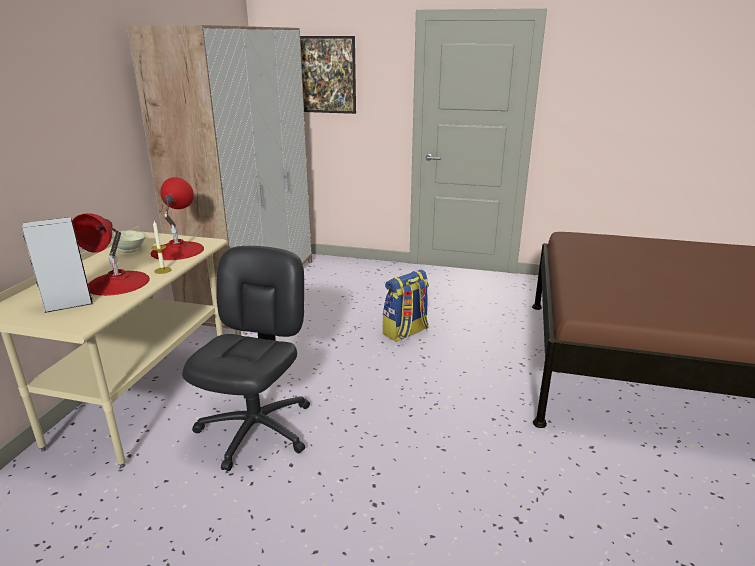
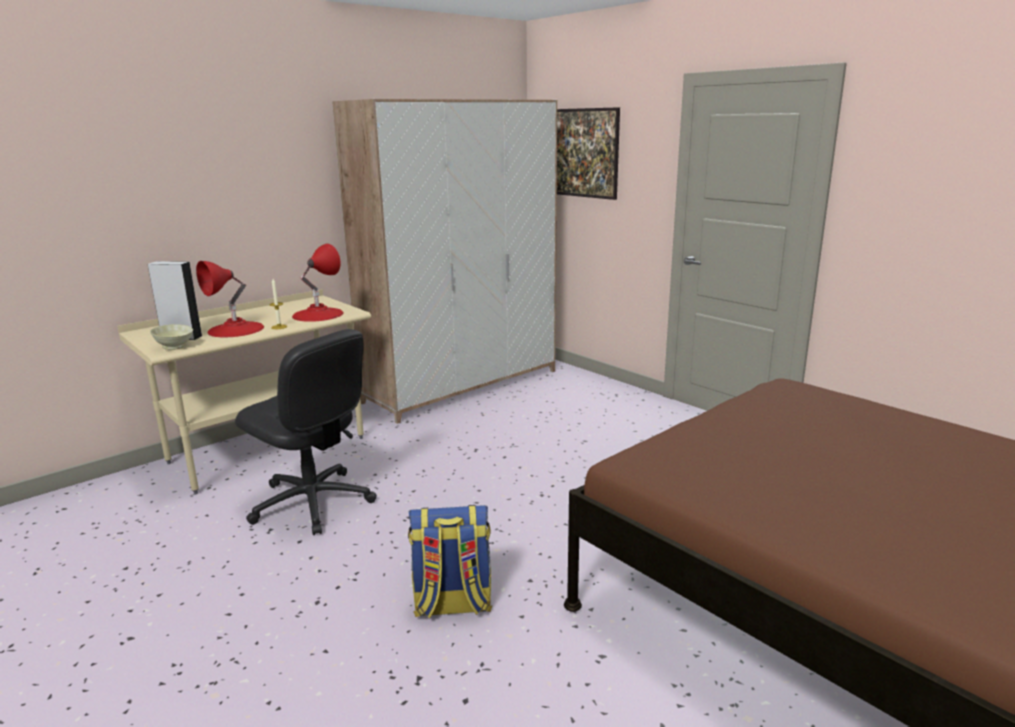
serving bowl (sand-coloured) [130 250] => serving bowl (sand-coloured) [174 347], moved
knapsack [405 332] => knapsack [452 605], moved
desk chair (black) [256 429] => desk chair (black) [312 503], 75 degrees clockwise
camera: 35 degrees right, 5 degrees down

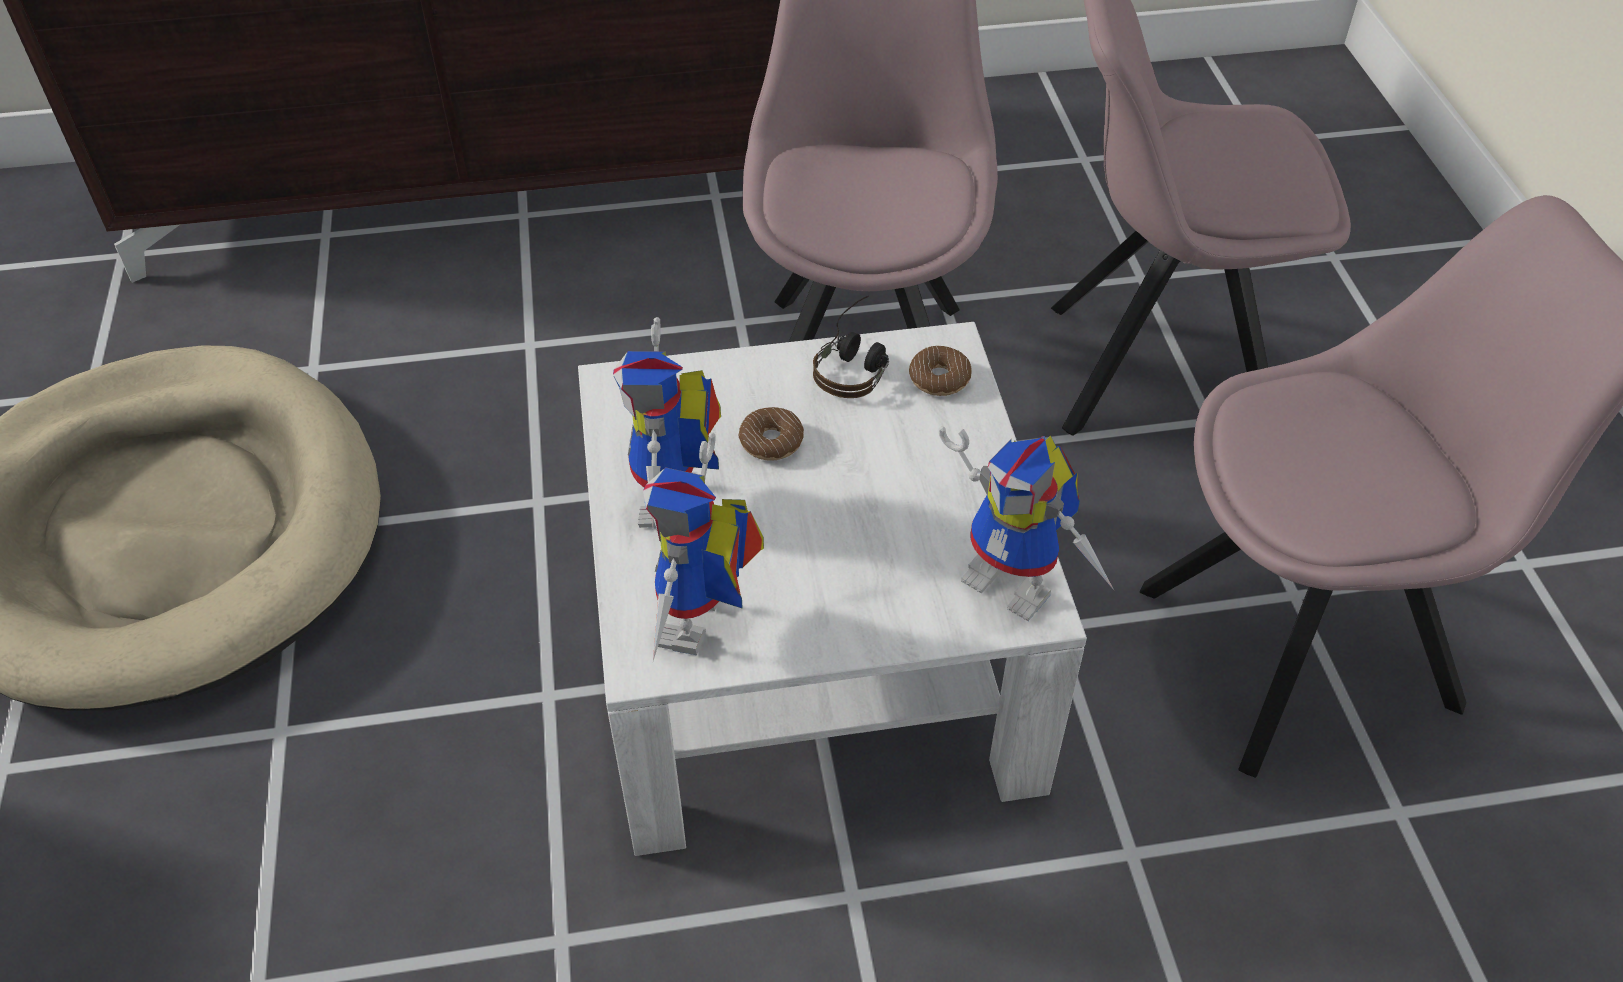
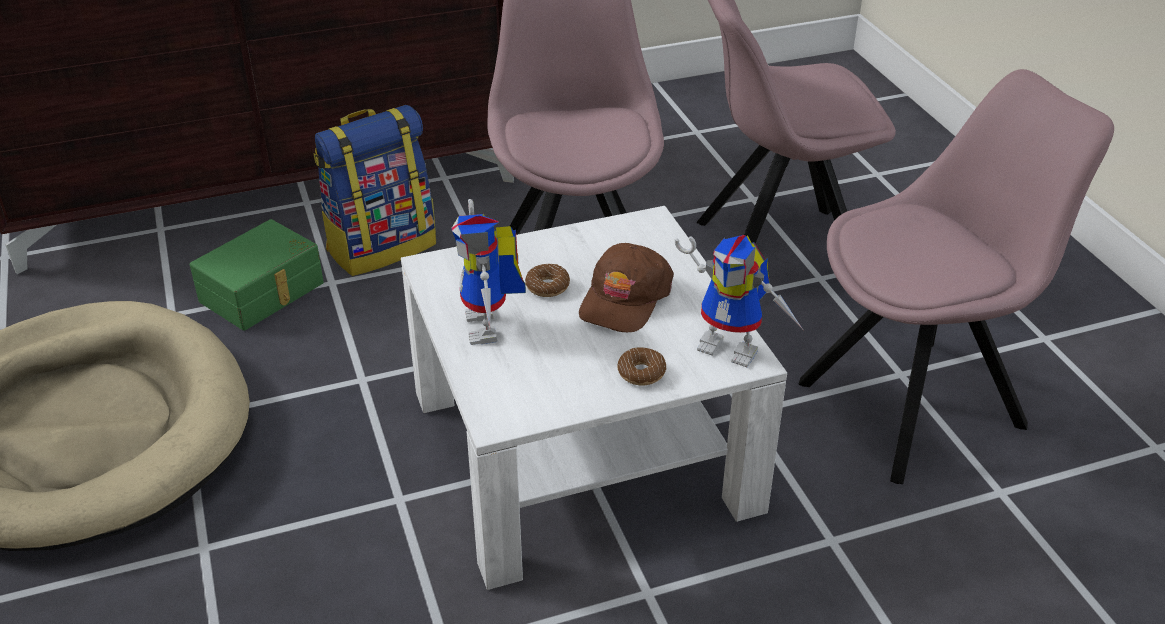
toy robot [703 628] => nothing
headphones [856 362] => nothing
nothing => storage box (green) [263 293]
nothing => knapsack [382 246]
nothing => cap (brownish) [624 299]
ring doughnut [939 378] => ring doughnut [641 372], moved
camera: 10 degrees left, 10 degrees down

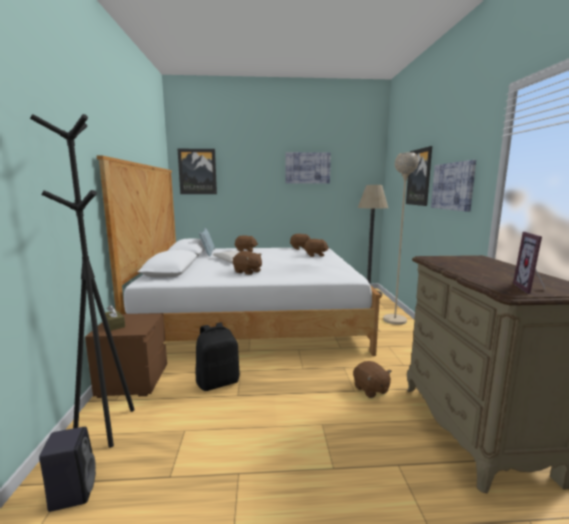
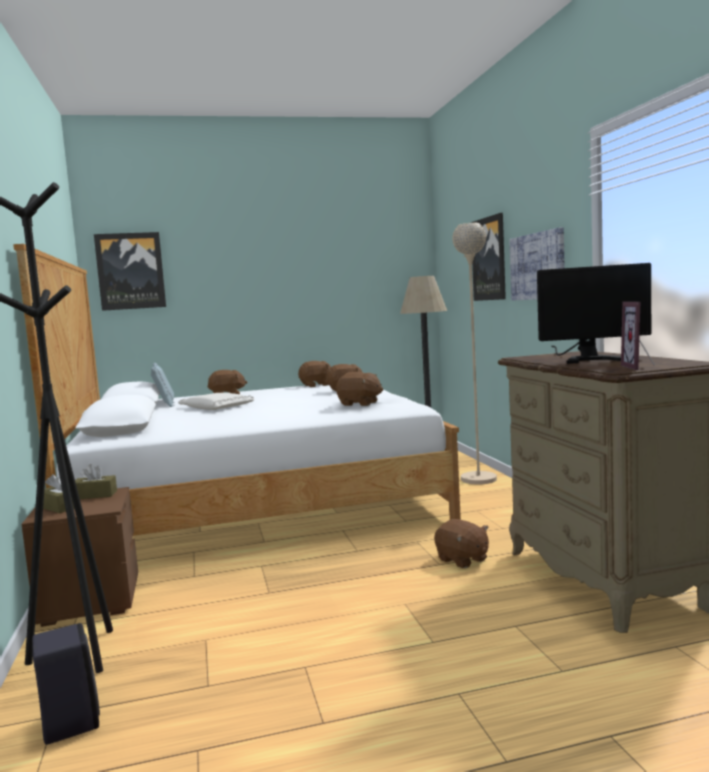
knapsack (black) [218 382] => nothing
wall art [307 168] => nothing
nothing => box of tissues (brownish) [95 495]
nothing => monitor [587 358]
soft toy (brownish) [247 272] => soft toy (brownish) [359 404], moved
camera: 10 degrees left, 5 degrees down

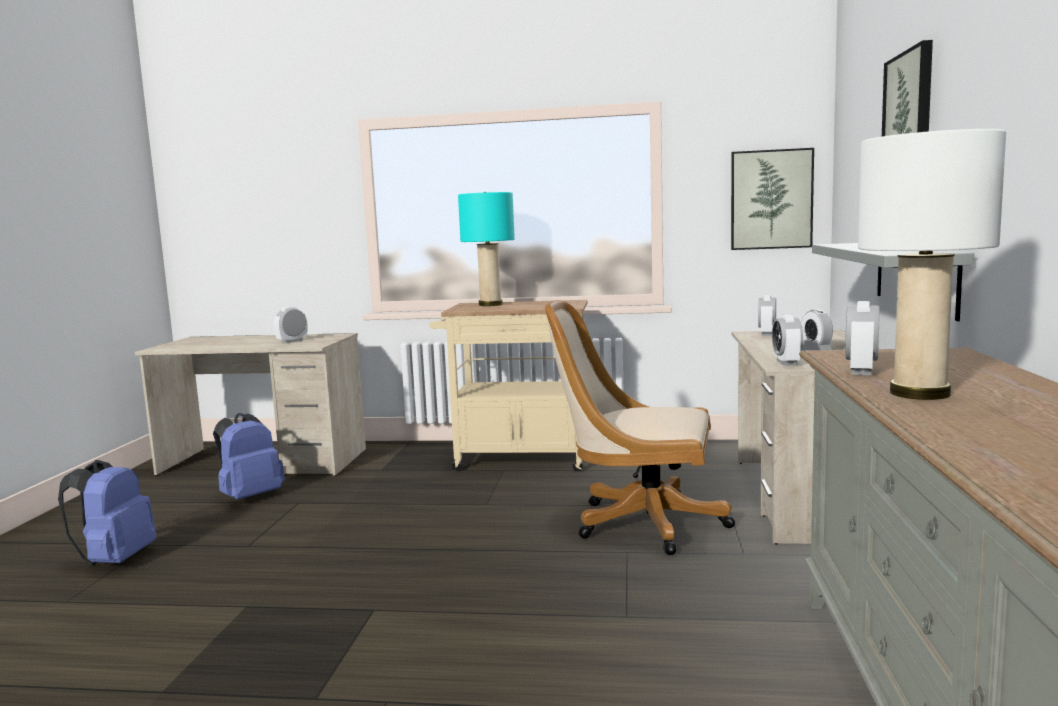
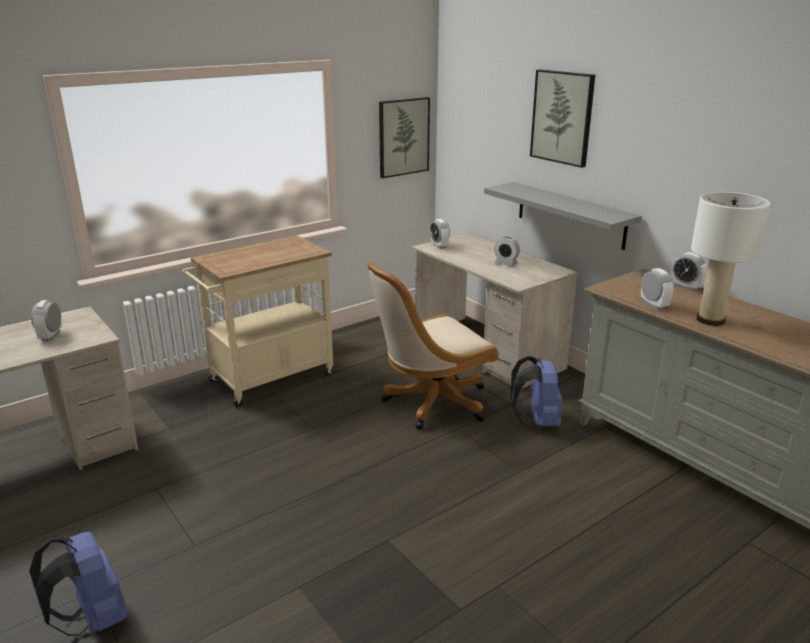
lamp for a table (turquoise-coloured) [490 304] => nothing
knapsack (bluish) [250 497] => knapsack (bluish) [536 421], moved
bedside clock [786 362] => bedside clock [686 287], moved
camera: 45 degrees left, 15 degrees up

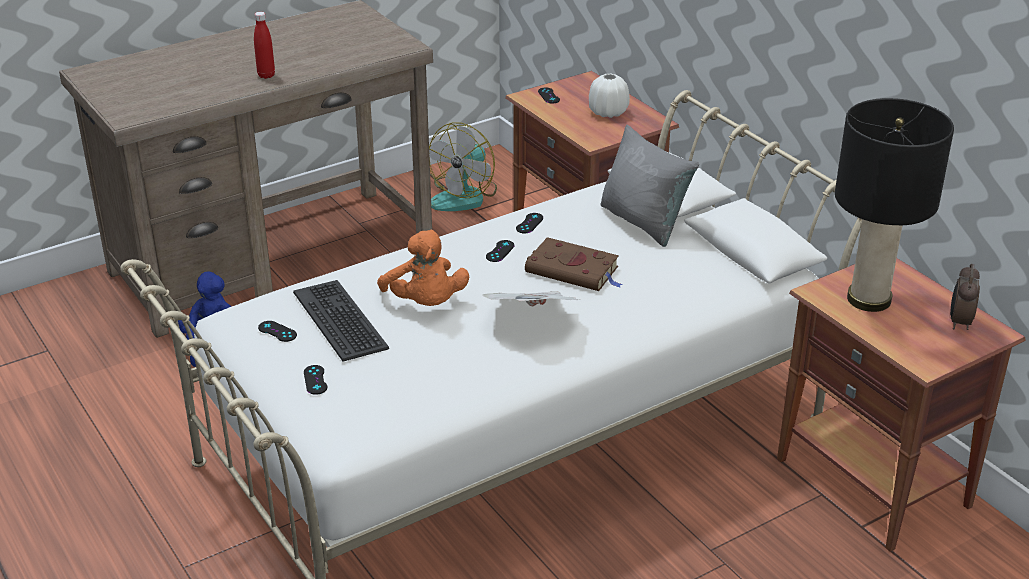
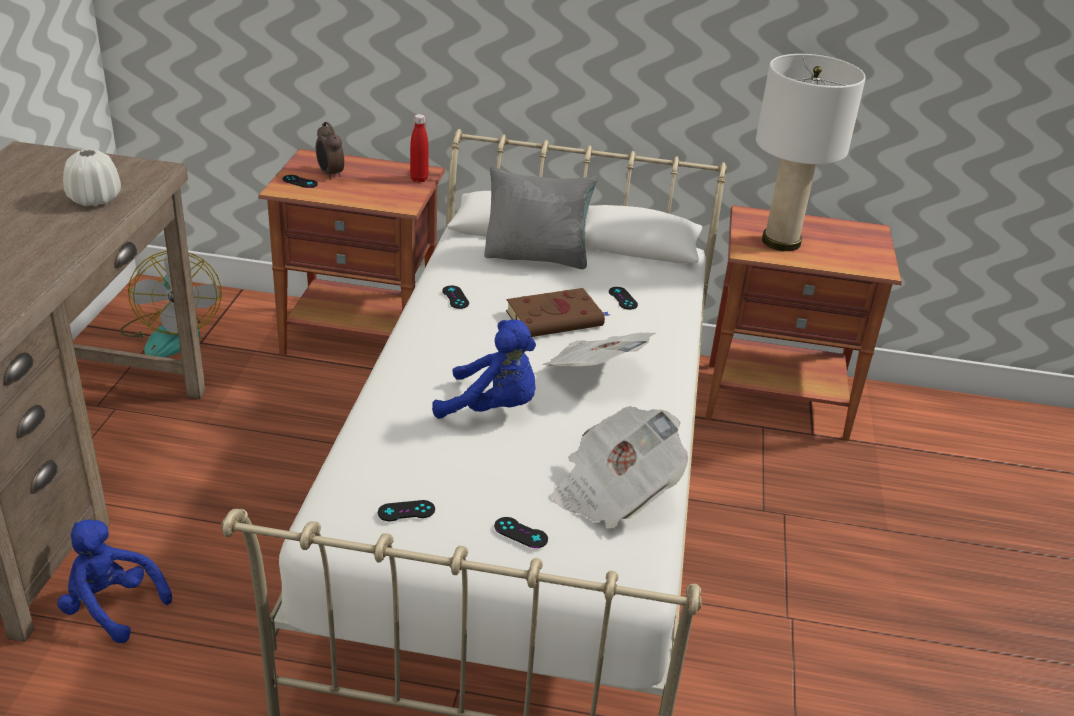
keyboard [341 320] => nothing
nothing => daily paper [614 492]
bottle (red) [266 75] => bottle (red) [419 179], moved
joypad (black) [500 251] => joypad (black) [623 298], moved
decorative vase (whitish) [608 112] => decorative vase (whitish) [95 199], moved
bedside clock [959 322] => bedside clock [330 174], moved
soft toy (orangey) [425 303] => soft toy (bluish) [492 408]
lamp for a table (black) [868 300] => lamp for a table (whitish) [781 242]
camera: 50 degrees left, 0 degrees up

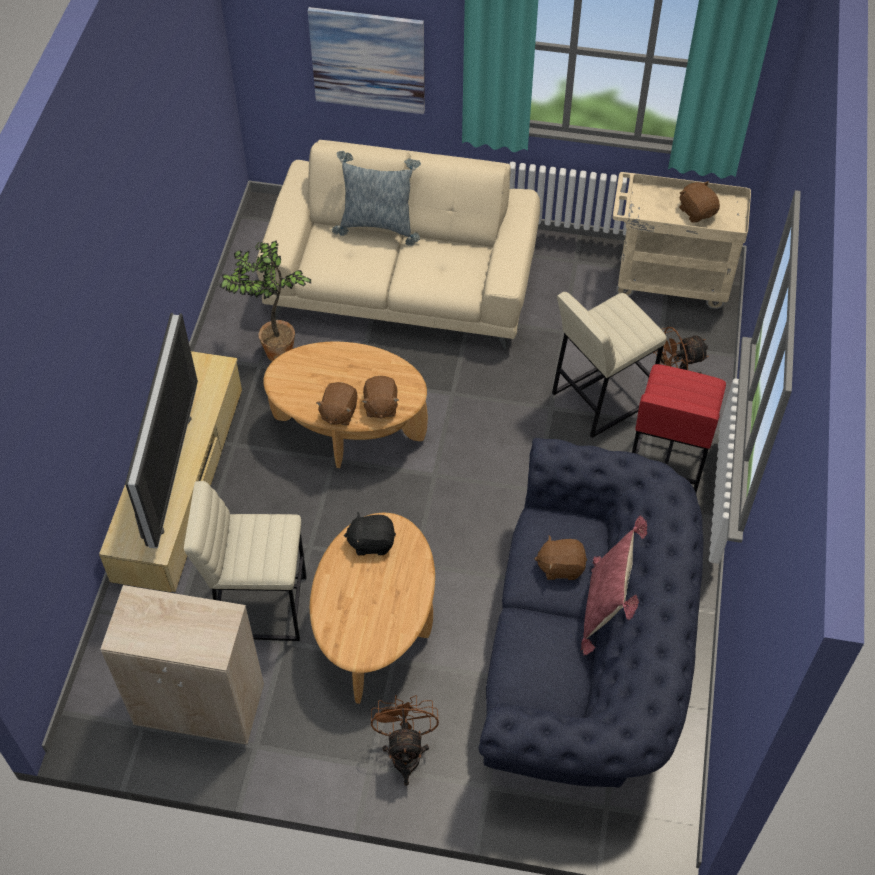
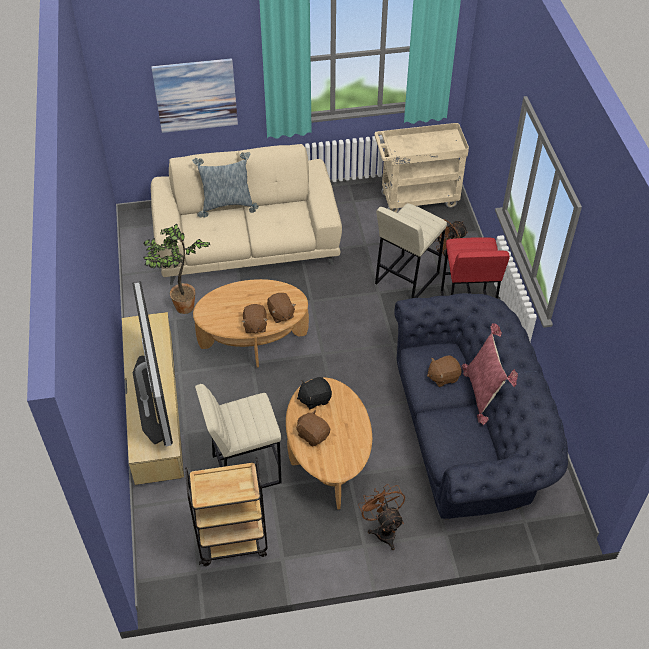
soft toy (brownish) [697 211] => soft toy (brownish) [313 435], moved
cabinet (sand-coloured) [198 708] => cart (brownish) [232 547]
camera: 20 degrees left, 5 degrees down

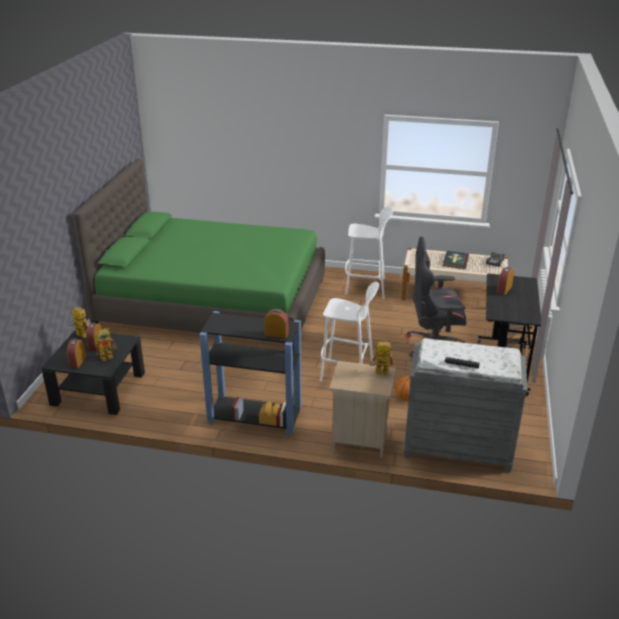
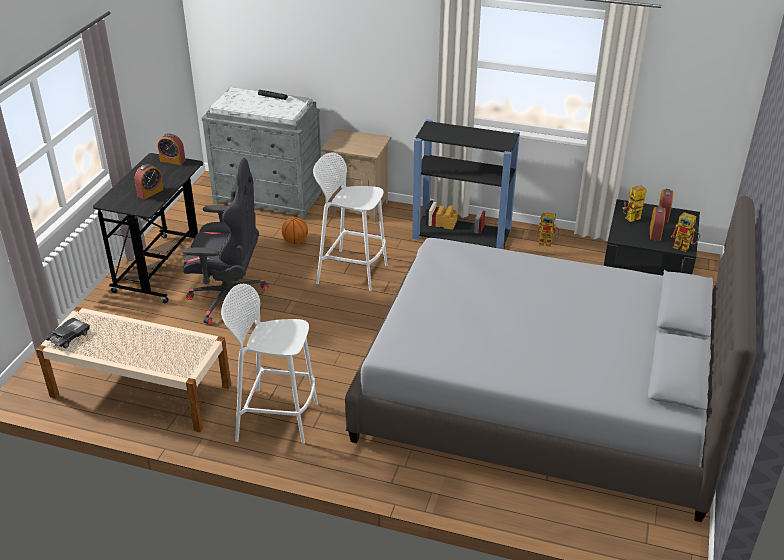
book [455 261] => nothing
bedside clock [276 334] => bedside clock [172 161], moved
toy robot [378 372] => toy robot [548 243], moved
bedroom bed (green) [213 302] => bedroom bed (greyish) [540 398]
camera: 175 degrees left, 5 degrees up

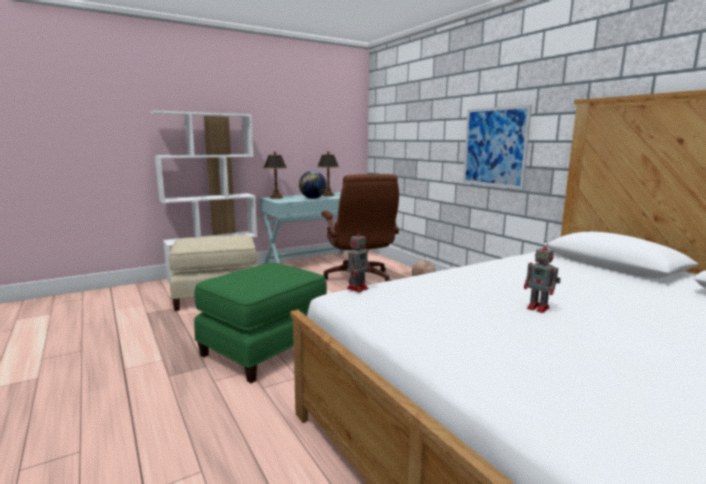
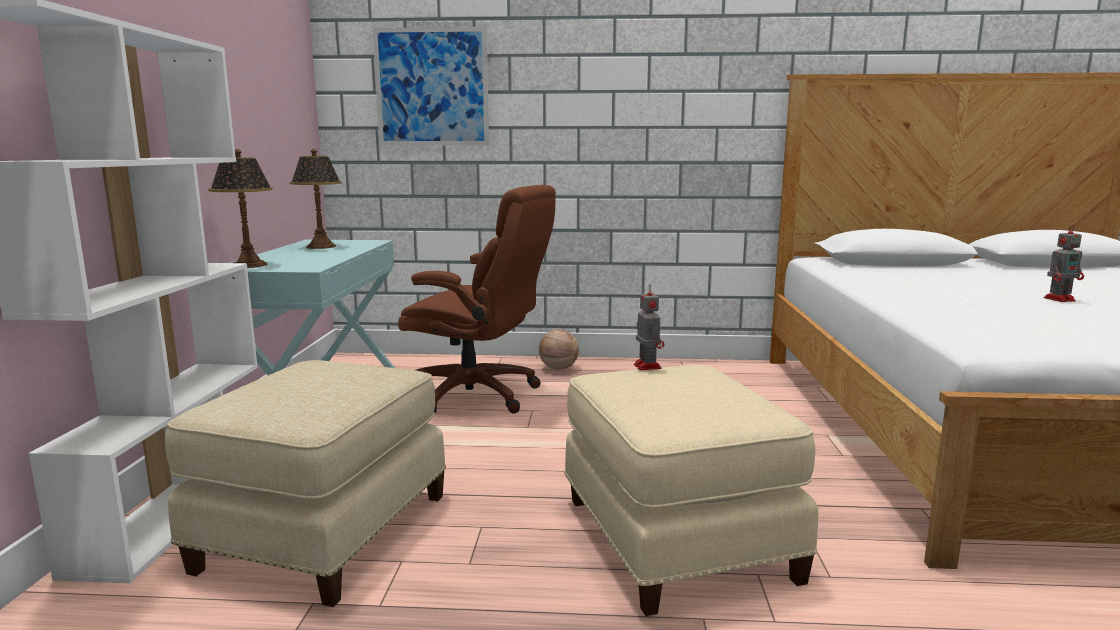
globe [312 198] => nothing
toy robot [358 288] => toy robot [646 366], moved
wall art [494 147] => wall art [432 87], moved
ottoman (green) [265 347] => ottoman (sand-coloured) [673 539]
camera: 55 degrees left, 0 degrees up

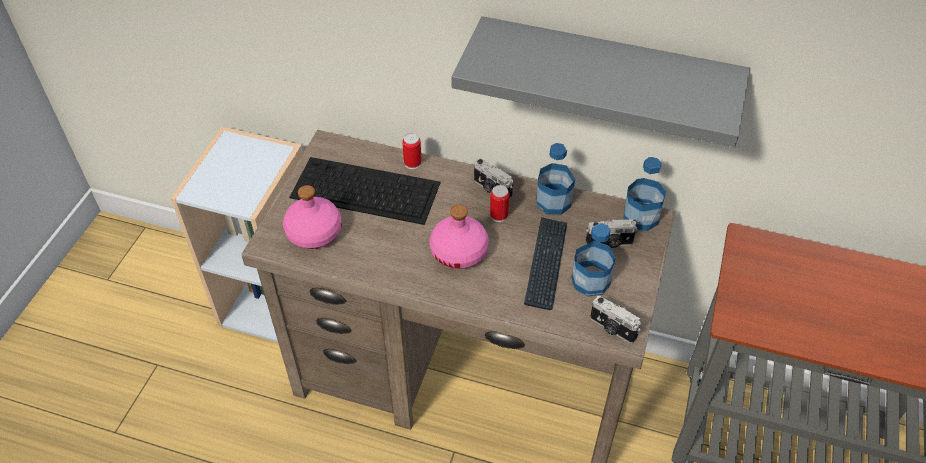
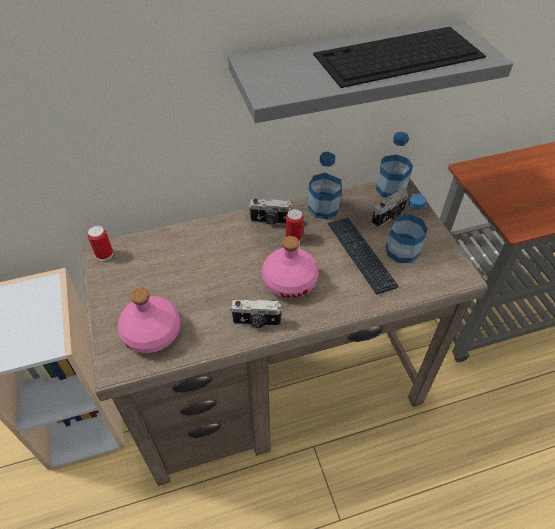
keyboard [364 190] => keyboard [397 56], moved
sealed can [412 163] => sealed can [104 254], moved
photo camera [612 329] => photo camera [257 322], moved
camera: 35 degrees left, 0 degrees up

